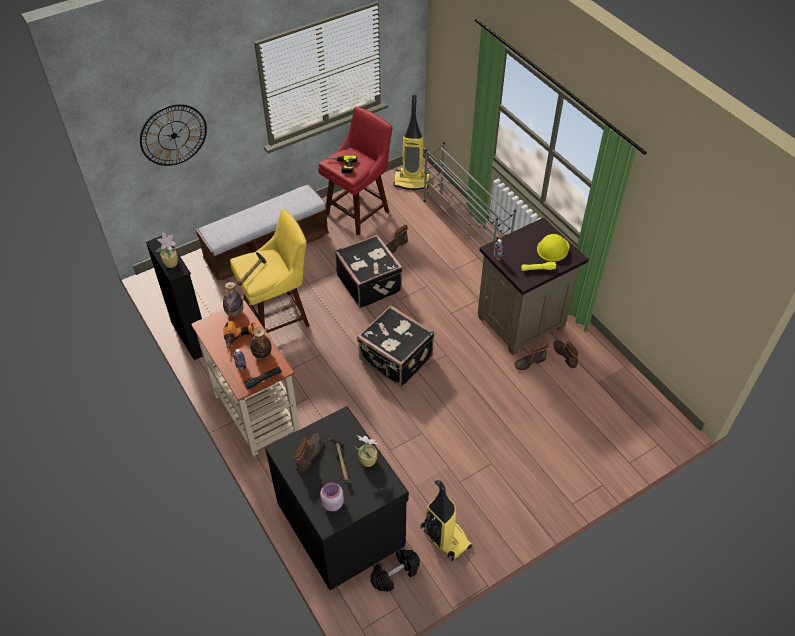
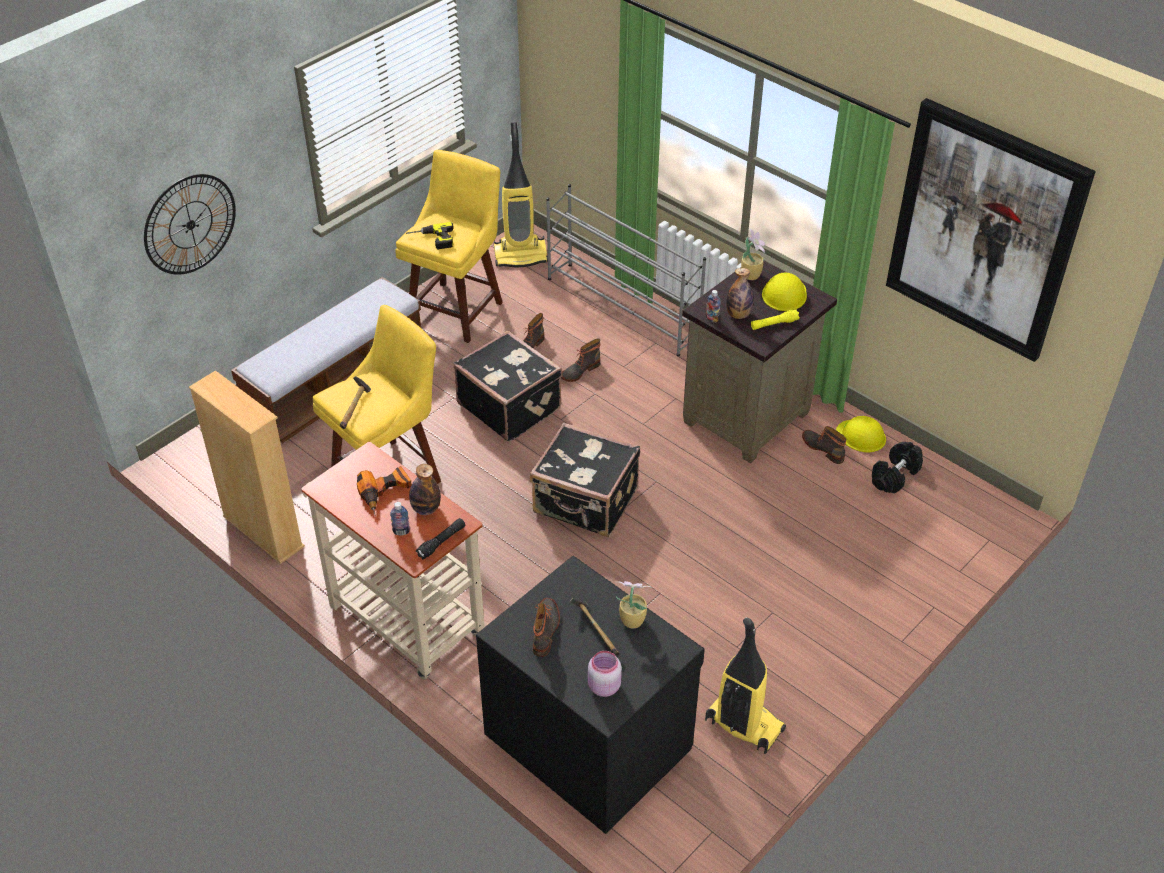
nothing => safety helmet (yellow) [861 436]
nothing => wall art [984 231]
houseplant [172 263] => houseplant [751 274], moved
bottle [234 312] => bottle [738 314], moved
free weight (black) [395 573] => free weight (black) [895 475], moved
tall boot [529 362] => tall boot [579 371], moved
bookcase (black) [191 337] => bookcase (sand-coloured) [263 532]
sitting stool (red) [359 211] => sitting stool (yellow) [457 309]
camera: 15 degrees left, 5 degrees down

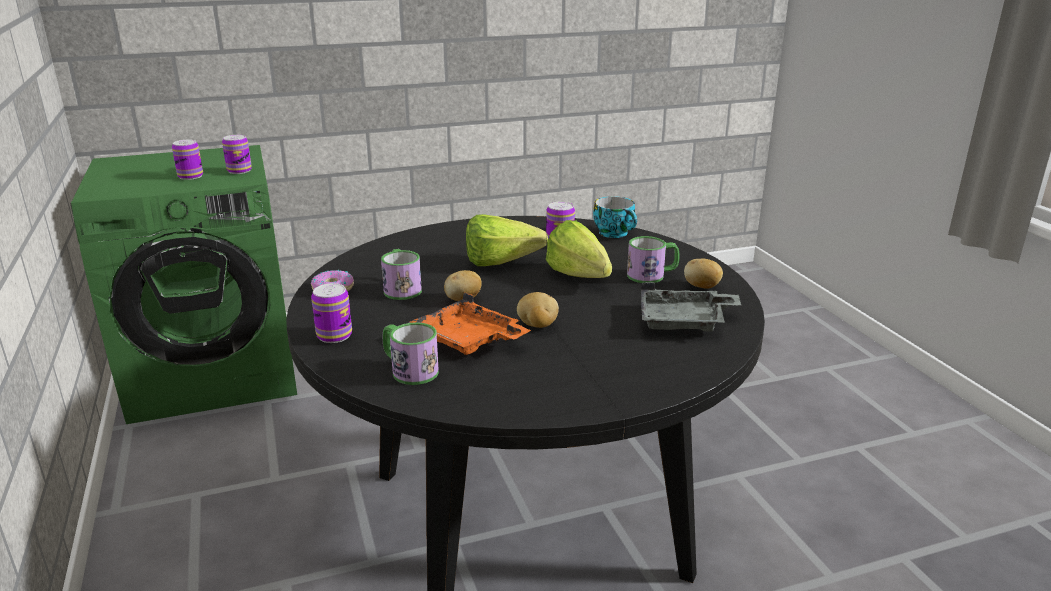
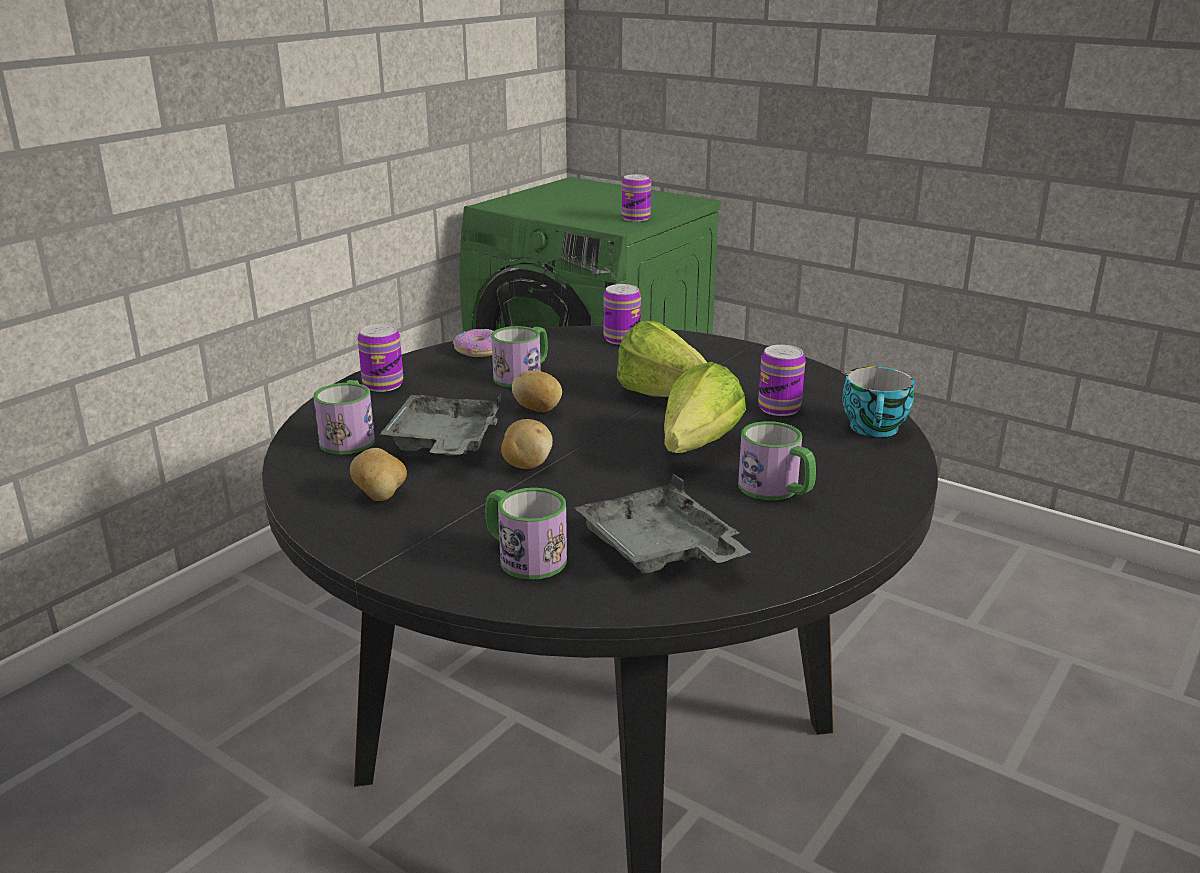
nothing => tea mug [523 556]
sealed can [190 176] => sealed can [621 339], moved
spud [701 287] => spud [380 496], moved
serving tray (orangey) [468 340] => serving tray (greyish) [444 443]
camera: 55 degrees right, 0 degrees up

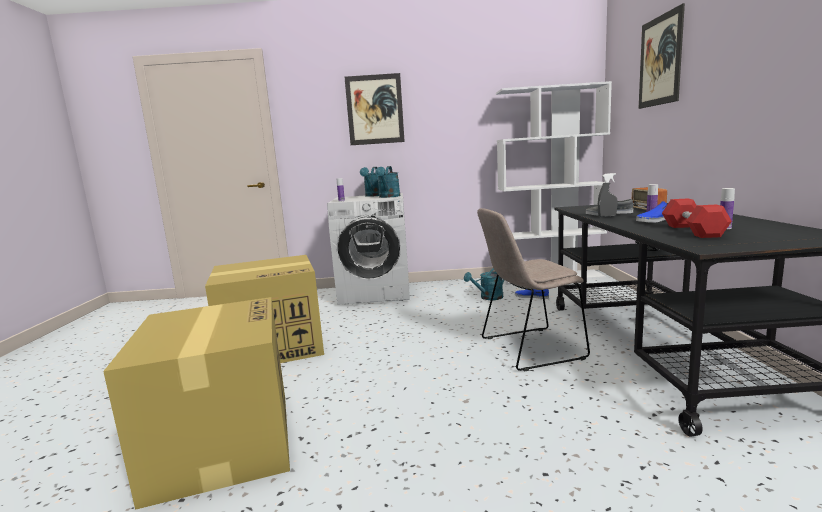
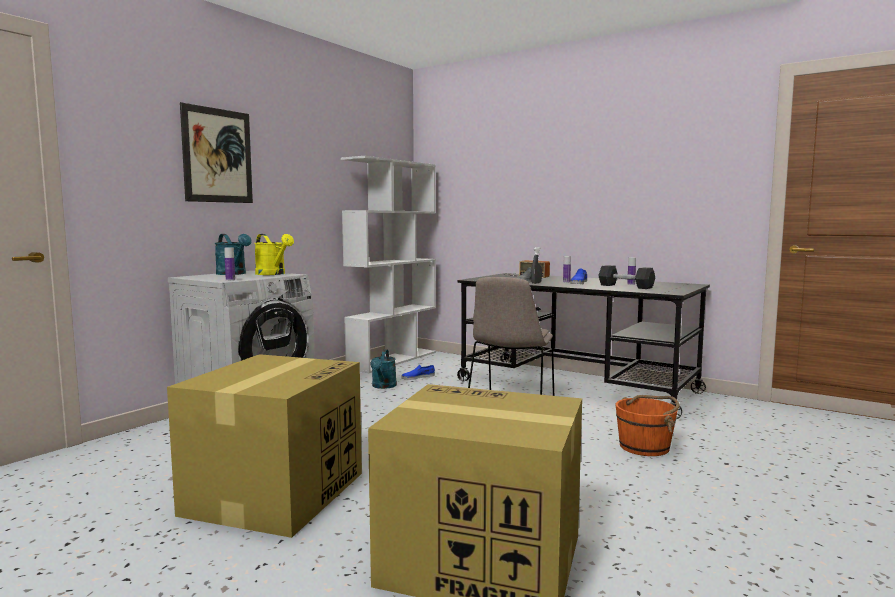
wall art [660 61] => nothing
nothing => pail (orangey) [645 447]
watering pot (turquoise-coloured) [388 197] => watering pot (yellow) [273 274]
free weight (red) [692 231] => free weight (greyish) [625 286]
camera: 55 degrees left, 5 degrees down

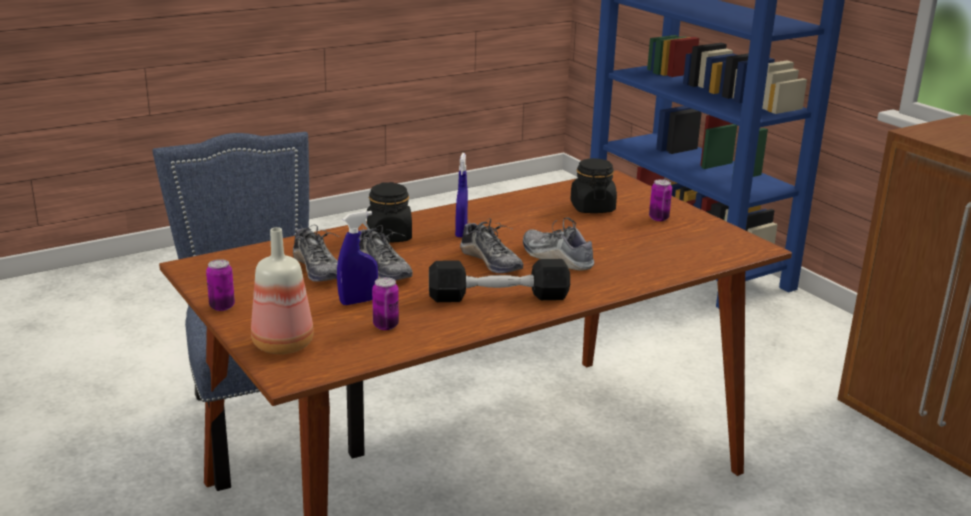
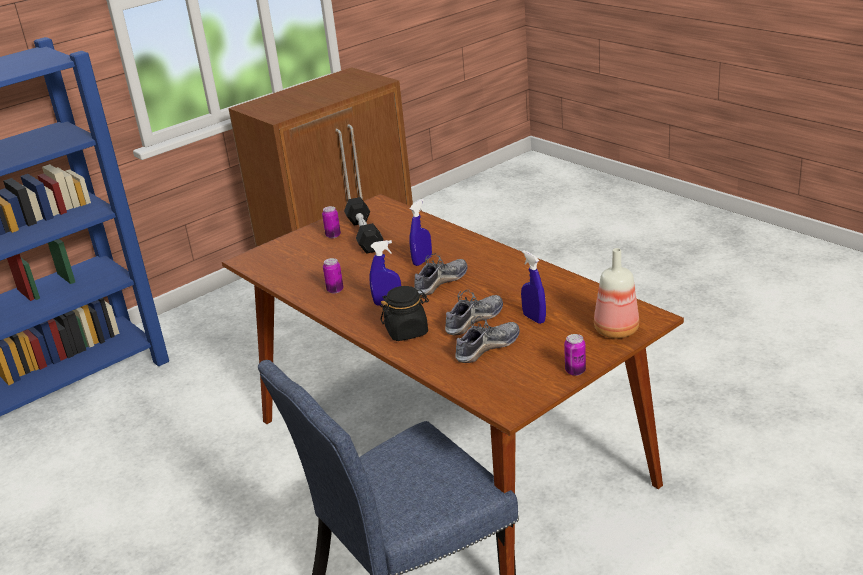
preserve jar (black) [592 208] => nothing
sealed can [385 325] => sealed can [335 290], moved
free weight (black) [498 296] => free weight (black) [364 235], moved
item of footwear [557 257] => hand sprayer (bluish) [422 261]
camera: 95 degrees left, 5 degrees up

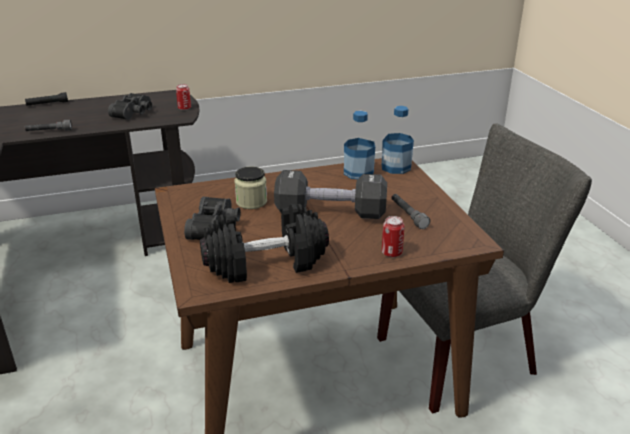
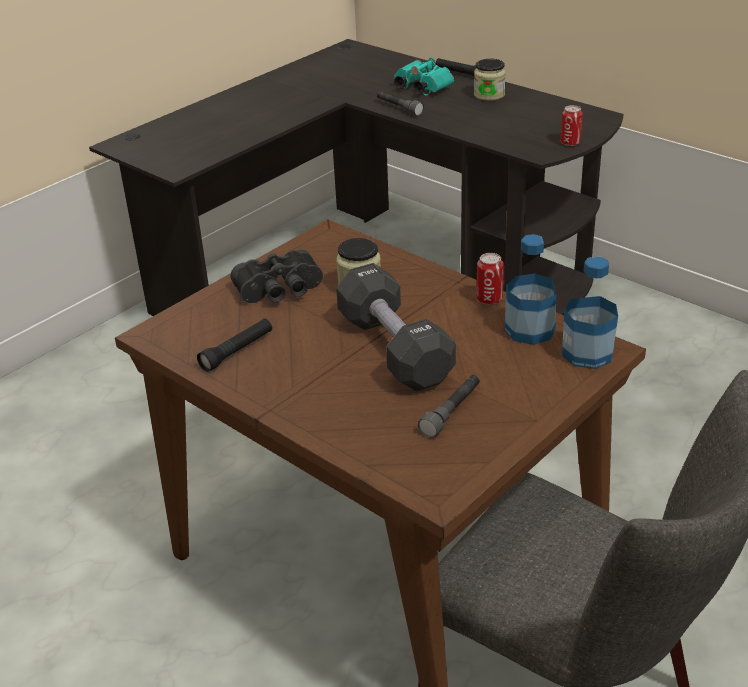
field glasses (black) [134 113] => nothing
nothing => field glasses (turquoise-coloured) [420 88]
nothing => preserve jar [489 95]
sealed can [391 253] => sealed can [489 299], moved
free weight (black) [266 262] => torch (black) [237 351]
camera: 60 degrees right, 5 degrees up

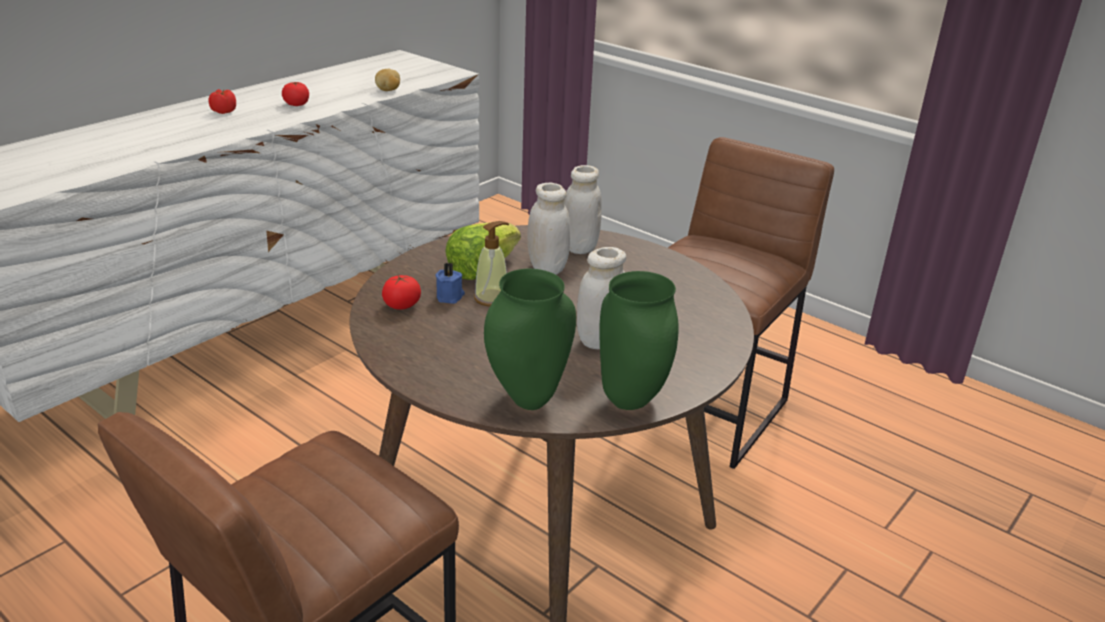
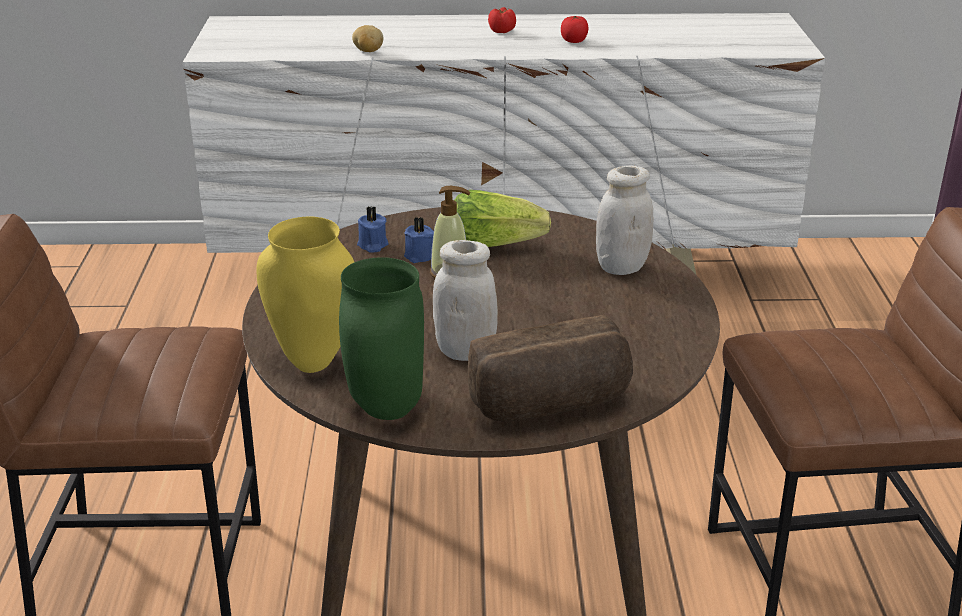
preserve jar (whitish) [547 268] => nothing
nothing => bakery bread [551 405]
spud [388 90] => spud [368 51], moved
tomato [402 305] => wax candle (bluish) [372 245]
decorative vase (green) [528 401] => decorative vase (yellow) [313 363]
camera: 50 degrees right, 0 degrees up

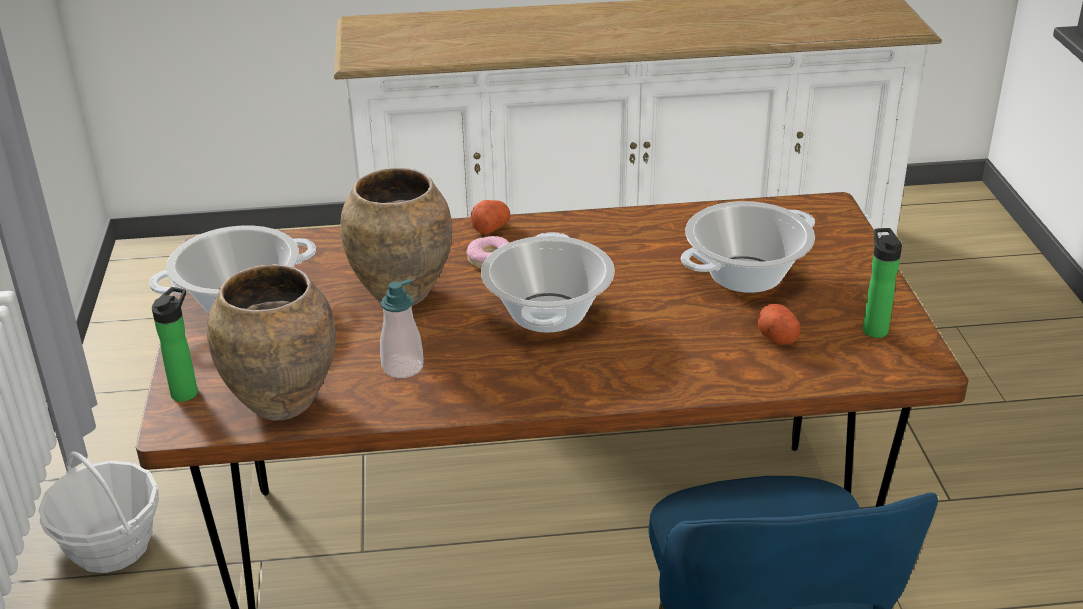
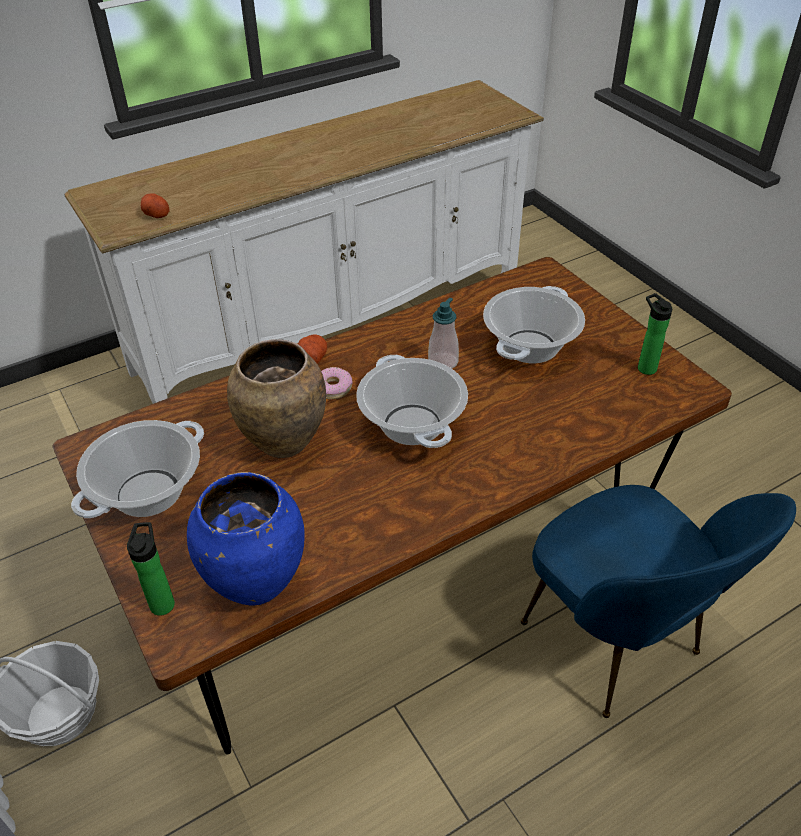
soap bottle [402 367] => soap bottle [443 362], moved
spud [776 335] => spud [155 214], moved
decorative vase (brownish) [281 402] => decorative vase (bluish) [255 583]
camera: 25 degrees left, 10 degrees up

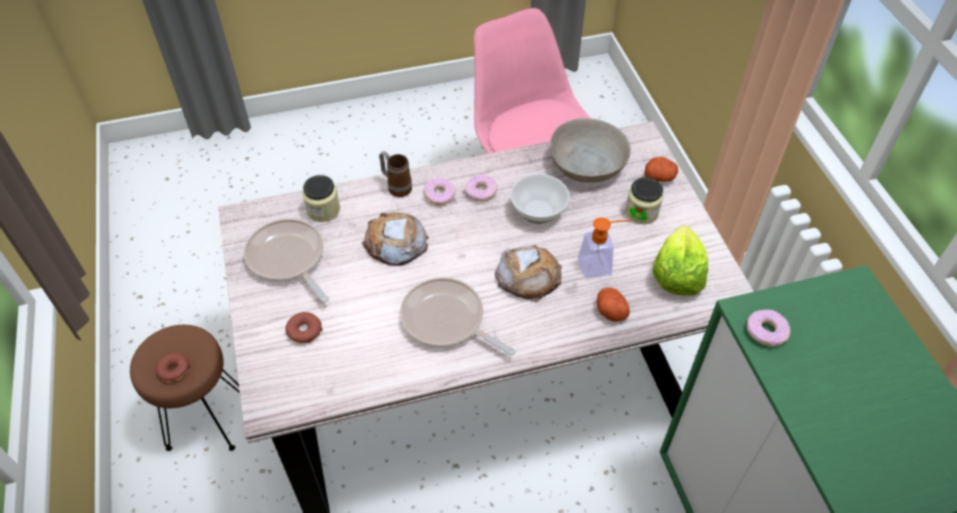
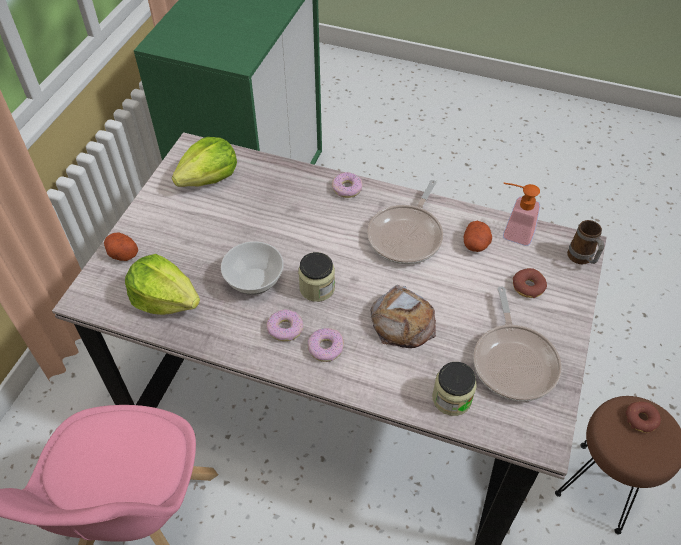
bakery bread [529 276] => nothing
tea mug [396 186] => tea mug [582 259], moved
soap bottle [600 265] => soap bottle [512 232], moved
spud [610 310] => spud [476 244], moved
preserve jar [641 212] => preserve jar [317 288], moved
ring doughnut [766 331] => ring doughnut [347 189], moved
serving bowl (greyish) [587 165] => head of lettuce [165 299]
skillet [447 321] => skillet [407 235], 45 degrees clockwise
camera: 145 degrees left, 0 degrees up

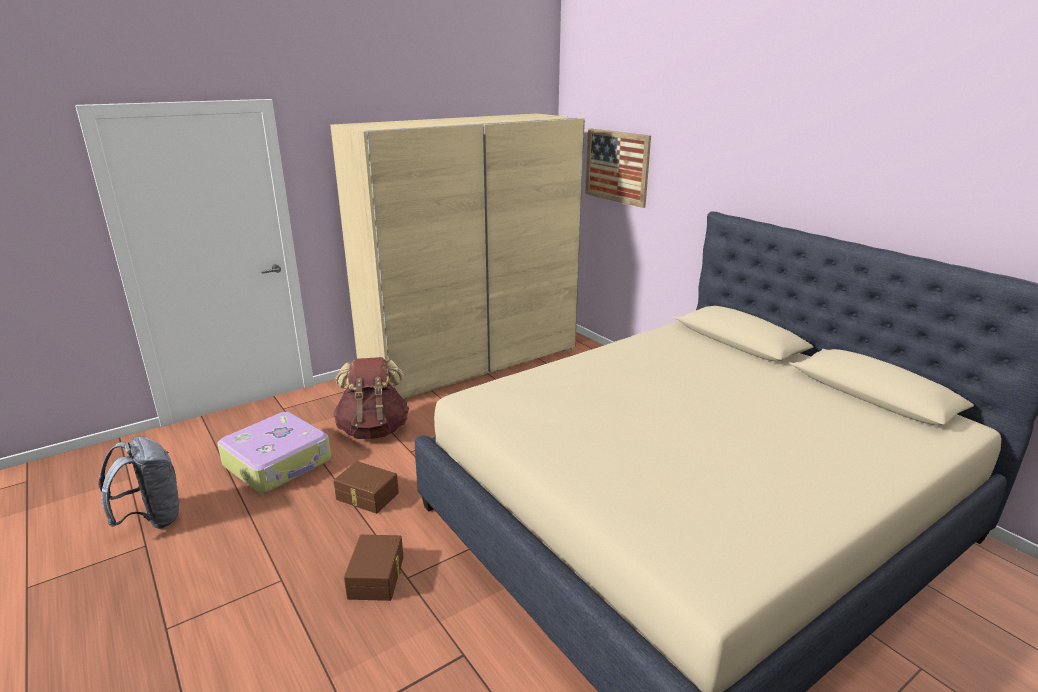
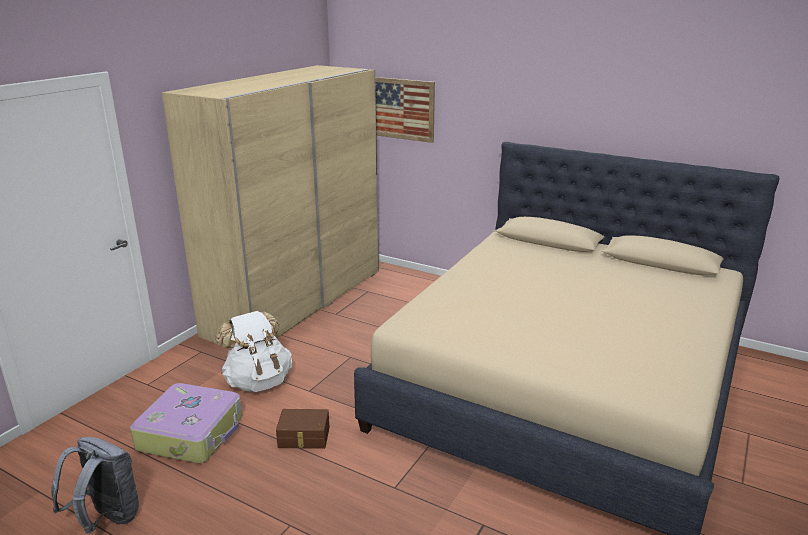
storage box (brownish) [378 577] => nothing
knapsack (brownish) [374 429] => knapsack (whitish) [258 381]
camera: 25 degrees left, 0 degrees up

